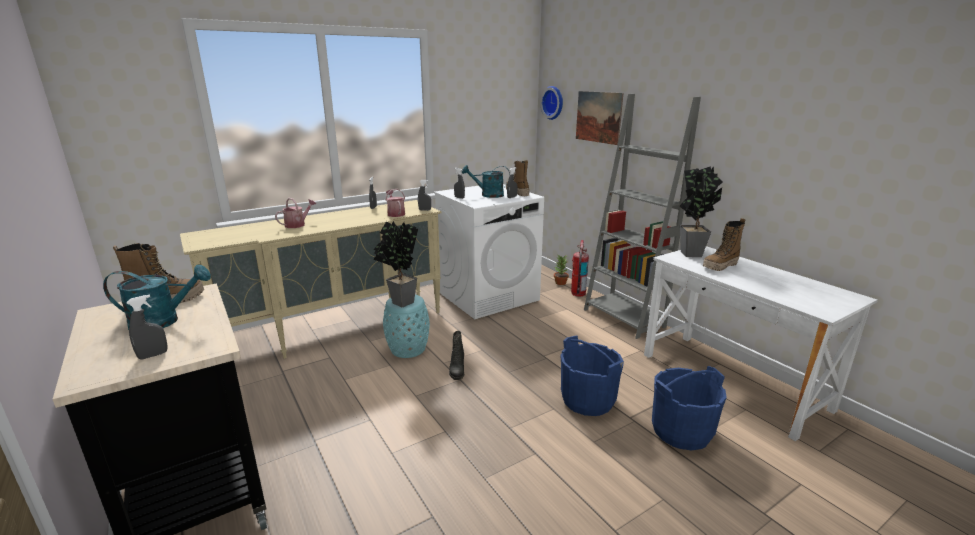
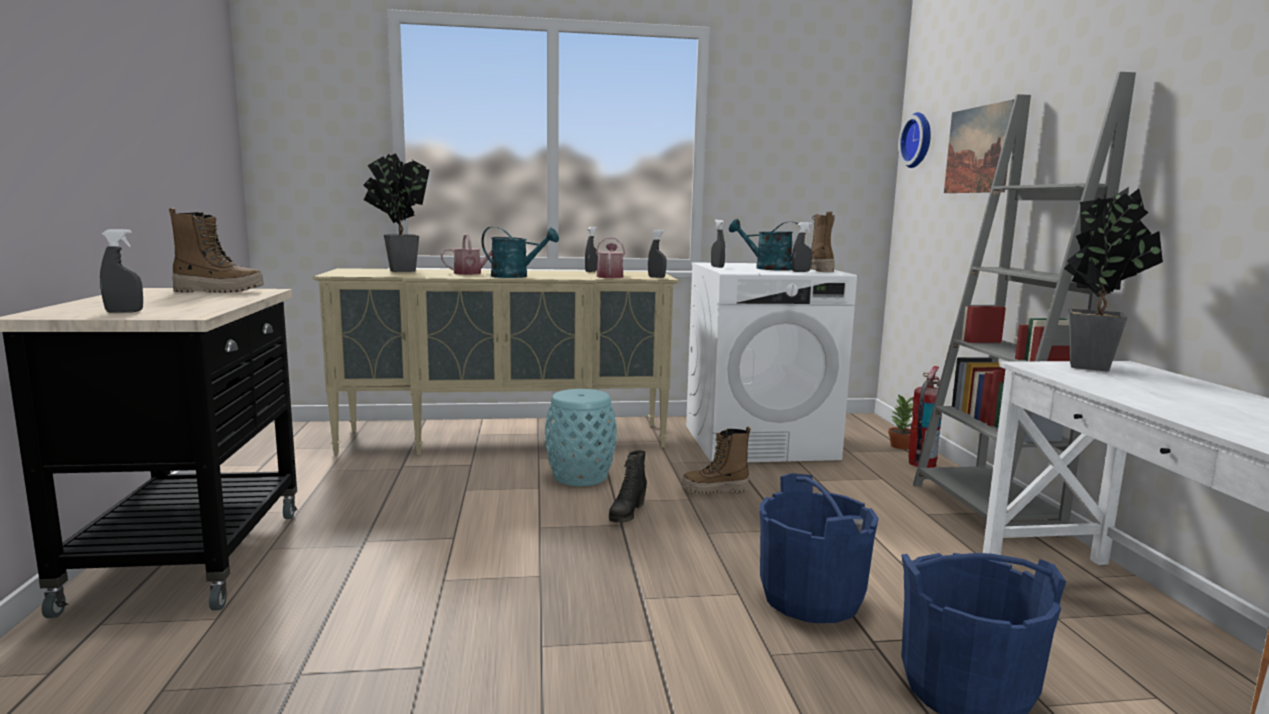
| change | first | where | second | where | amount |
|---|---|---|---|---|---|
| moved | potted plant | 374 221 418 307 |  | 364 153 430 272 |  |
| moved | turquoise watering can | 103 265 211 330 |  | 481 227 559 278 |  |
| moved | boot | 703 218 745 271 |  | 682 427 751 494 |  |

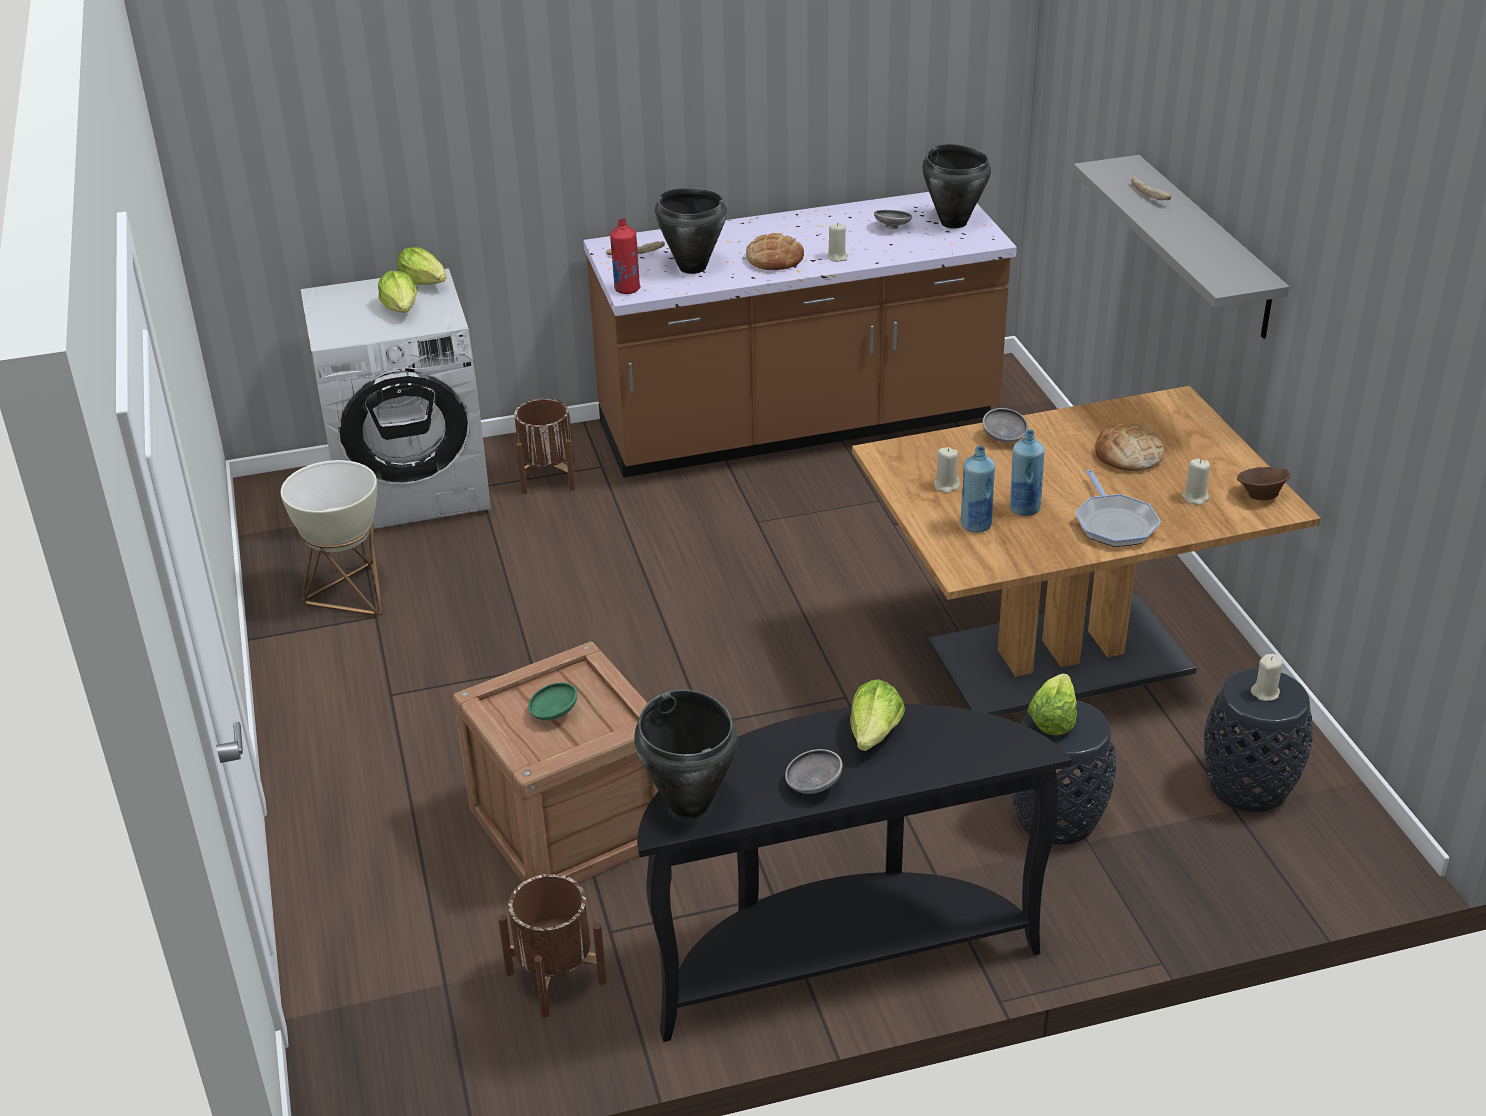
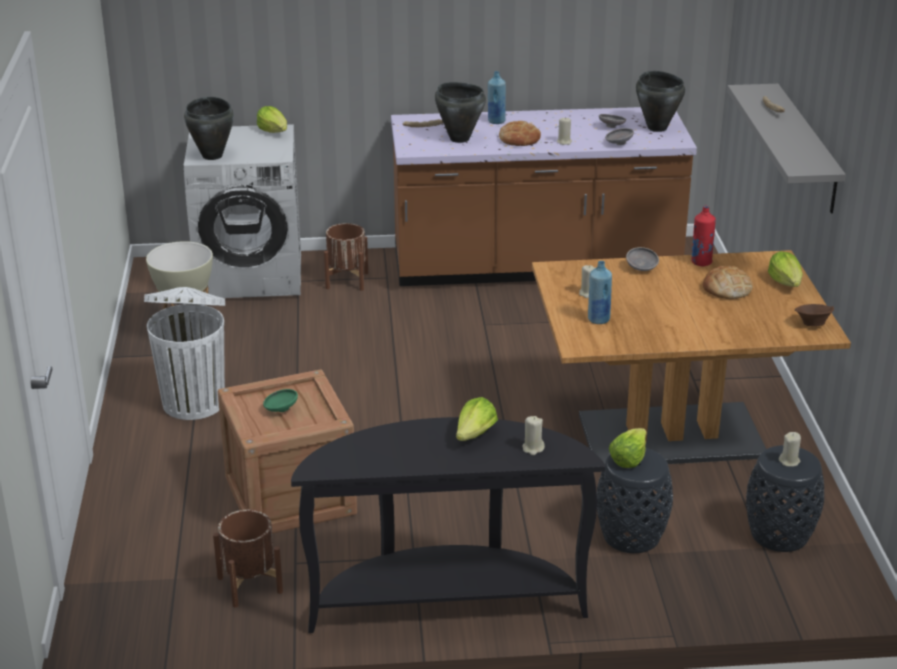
| change | first | where | second | where | amount |
|---|---|---|---|---|---|
| added |  |  | white trash can | 144 287 225 420 |  |
| moved | black cooking pot | 634 690 738 818 |  | 184 97 234 160 |  |
| moved | blue bottle | 1010 430 1044 516 |  | 488 71 506 124 |  |
| moved | beige candle | 1182 459 1210 505 |  | 522 416 545 455 |  |
| moved | grey bowl | 785 749 843 794 |  | 605 128 634 145 |  |
| moved | red bottle | 610 217 641 294 |  | 691 206 716 266 |  |
| moved | lettuce | 378 271 417 313 |  | 768 251 803 287 |  |
| removed | frying pan | 1075 469 1161 547 |  |  |  |

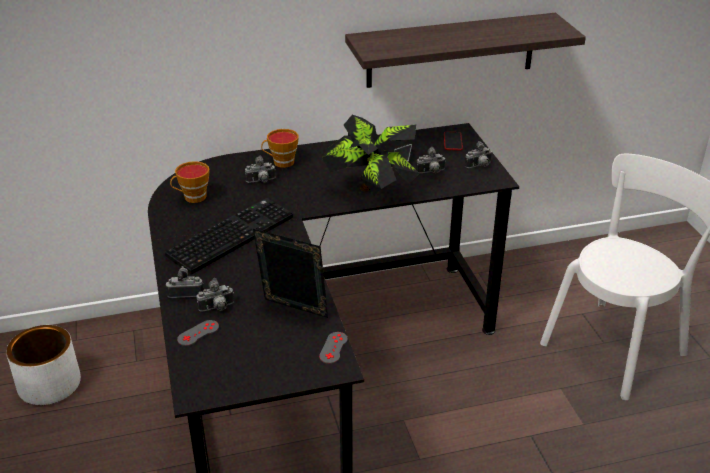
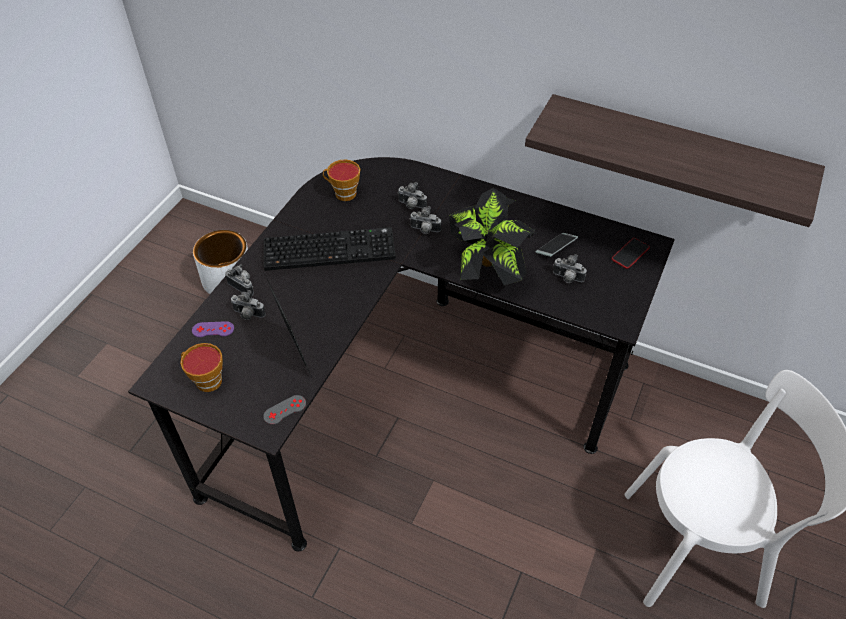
| change | first | where | second | where | amount |
|---|---|---|---|---|---|
| moved | cup | 261 129 299 168 |  | 180 343 223 392 |  |
| recoloured | grey game controller | 177 320 219 346 | purple game controller | 192 321 234 337 |  |
| moved | photo camera | 465 141 492 168 |  | 410 206 441 234 |  |

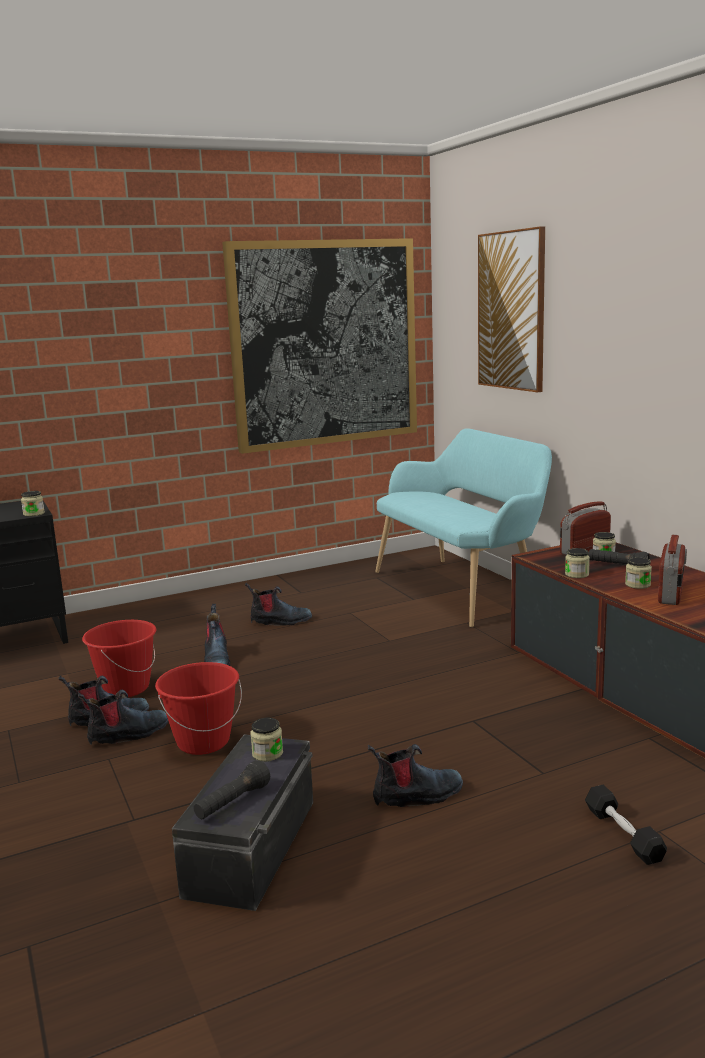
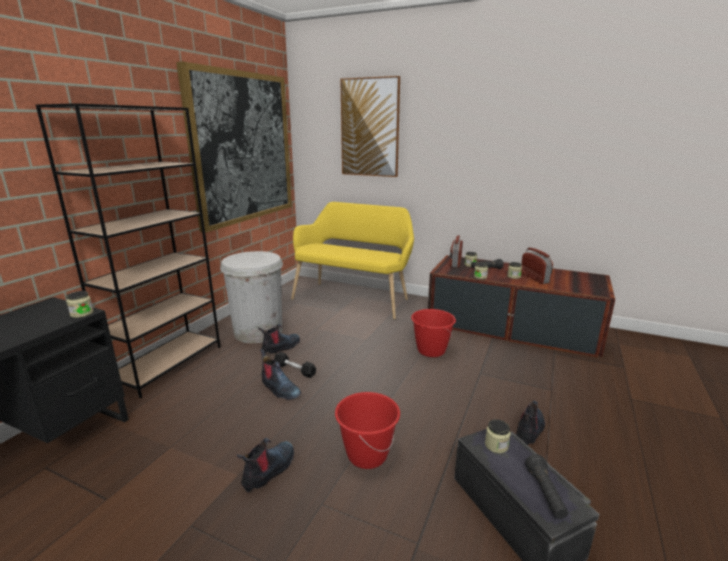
| change | first | where | second | where | amount |
|---|---|---|---|---|---|
| added |  |  | beige bookcase | 36 103 220 399 |  |
| added |  |  | white trash can | 220 251 283 343 |  |
| moved | black dumbbell | 585 785 667 865 |  | 274 352 316 378 |  |
| recoloured | turquoise bench | 375 428 552 628 | yellow bench | 291 202 414 320 |  |
| moved | red bucket | 82 620 157 697 |  | 411 309 456 357 |  |
| removed | boot | 78 690 168 745 |  |  |  |

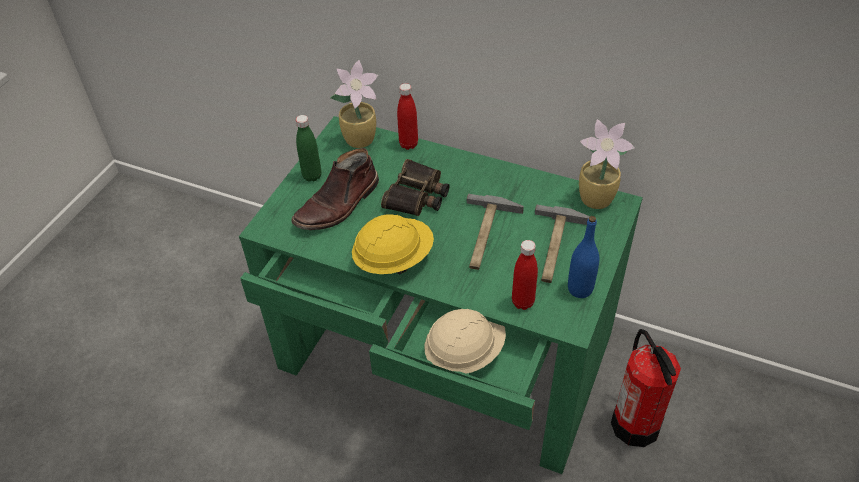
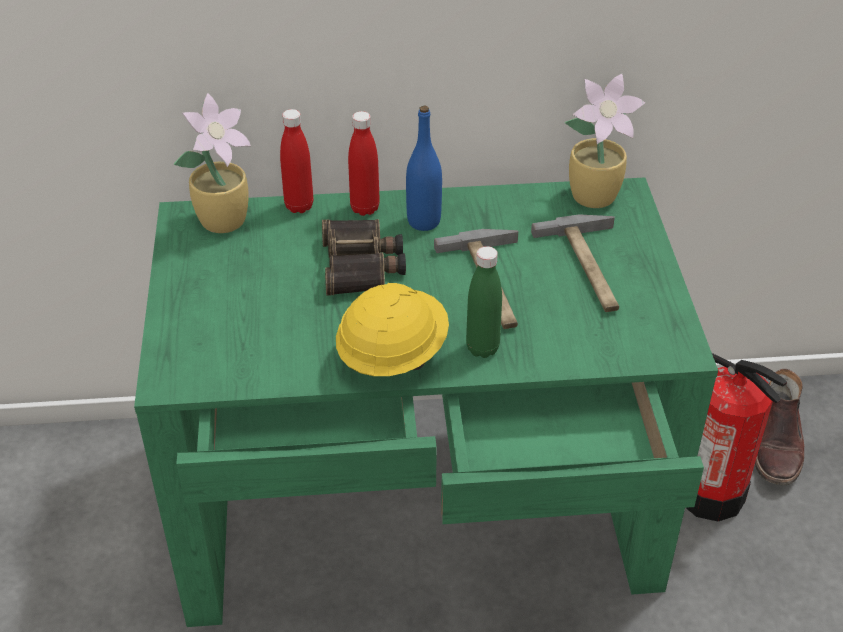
| change | first | where | second | where | amount |
|---|---|---|---|---|---|
| moved | red bottle | 512 240 538 310 |  | 348 111 380 216 |  |
| moved | blue bottle | 568 216 599 298 |  | 406 105 442 231 |  |
| moved | green bottle | 296 115 322 182 |  | 466 246 502 358 |  |
| moved | brown boot | 291 148 379 230 |  | 755 369 804 485 |  |
| removed | beige hard hat | 425 309 506 374 |  |  |  |

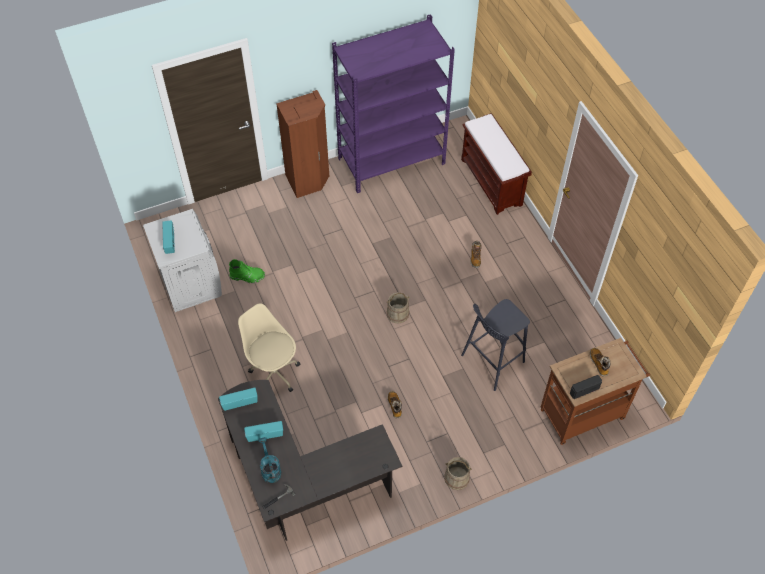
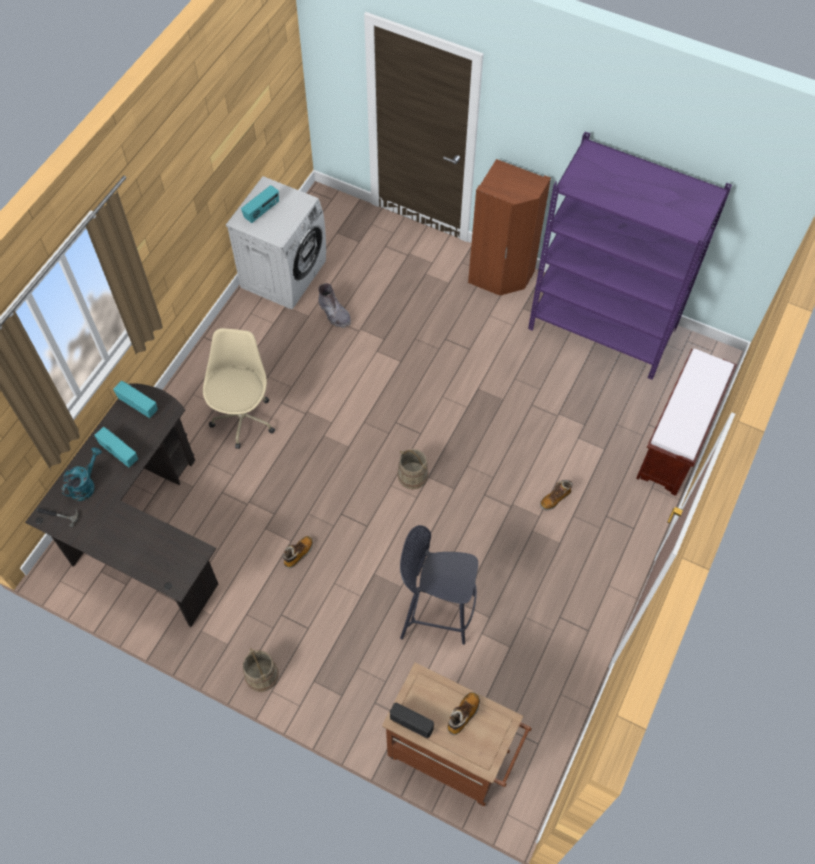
| change | first | where | second | where | amount |
|---|---|---|---|---|---|
| recoloured | green boot | 229 259 265 284 | grey boot | 318 283 351 328 |  |

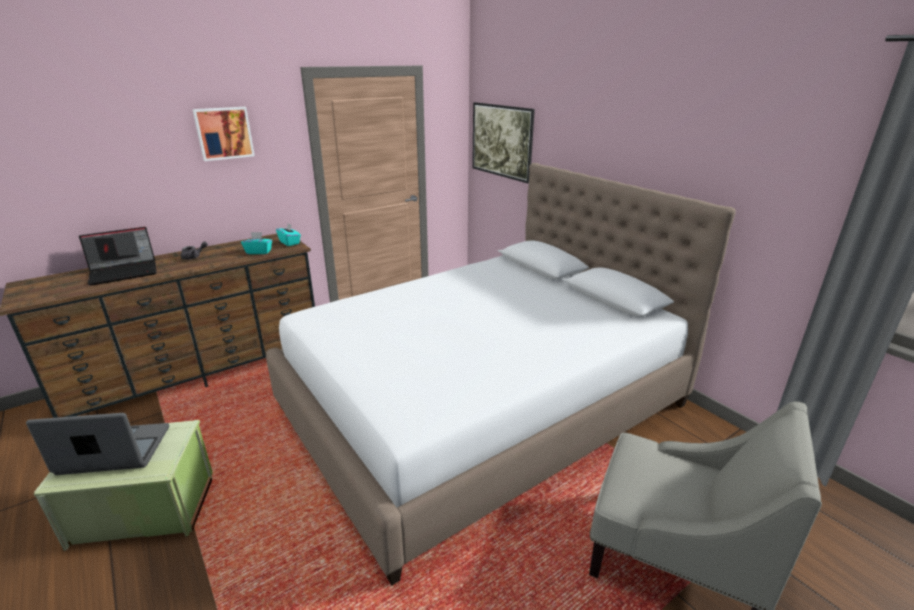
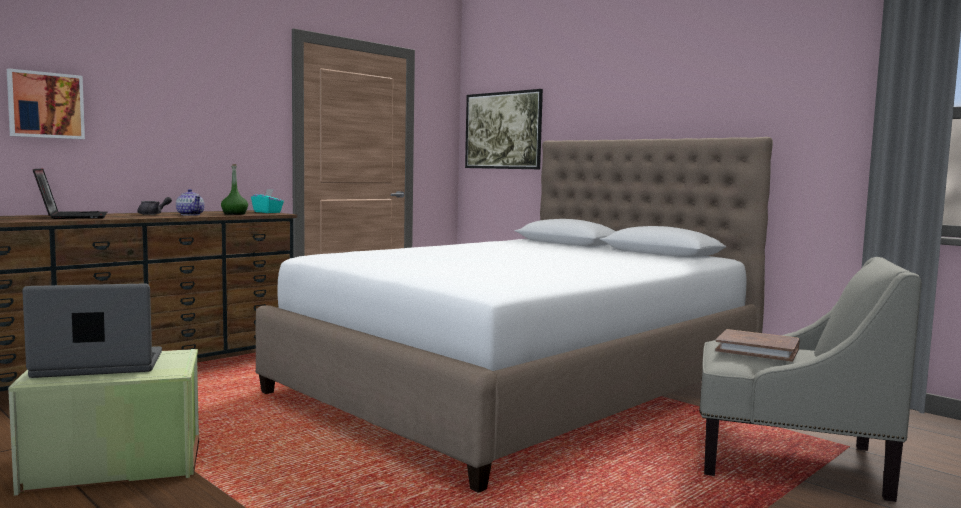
| change | first | where | second | where | amount |
|---|---|---|---|---|---|
| moved | picture | 192 107 255 161 |  | 7 68 85 139 |  |
| turned | laptop | 79 227 157 286 |  | 33 168 107 219 | 75 degrees counterclockwise |
| added |  |  | teapot | 176 189 205 216 |  |
| replaced | turquoise tissue box | 241 232 272 254 | green bottle | 221 164 248 215 |  |
| added |  |  | brown book | 715 329 800 362 |  |

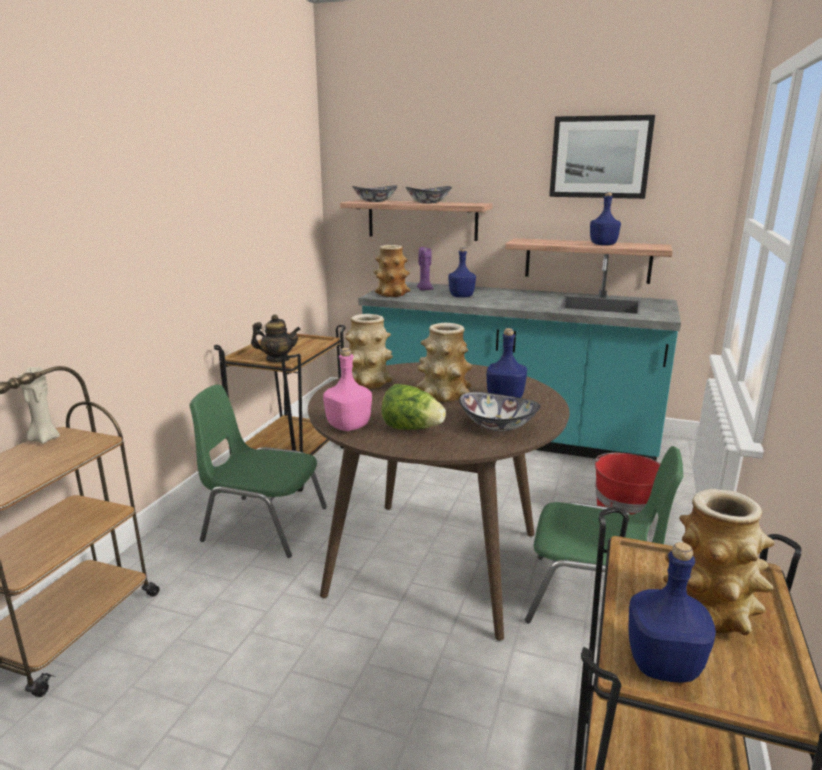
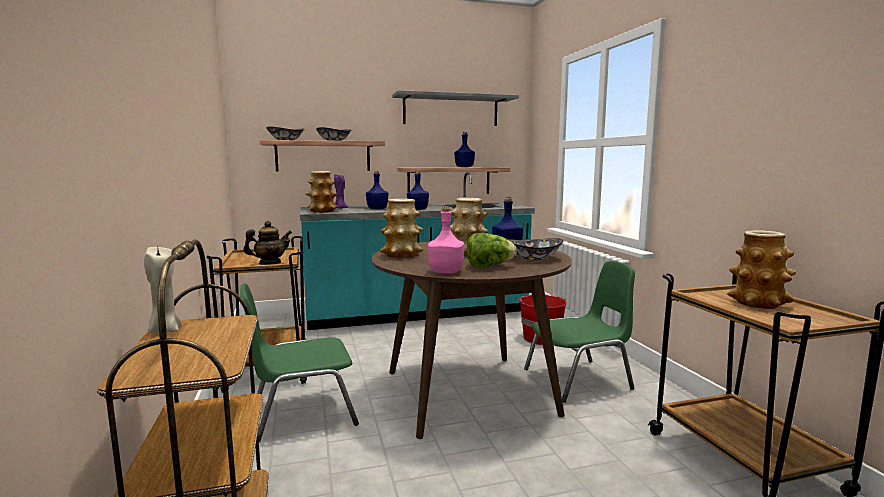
| change | first | where | second | where | amount |
|---|---|---|---|---|---|
| replaced | picture | 549 115 655 199 | grey shelf | 392 90 519 126 |  |
| moved | blue bottle | 629 542 716 682 |  | 407 171 429 210 |  |

